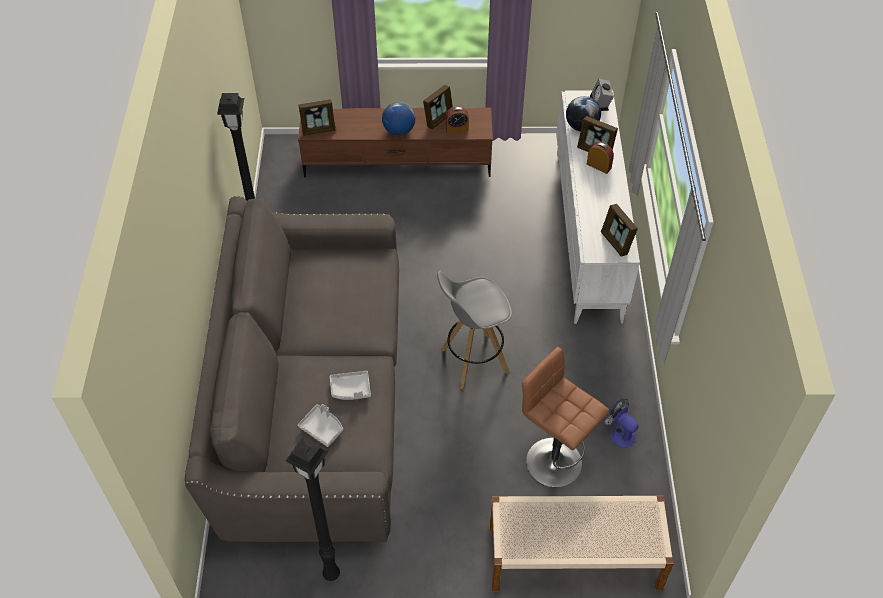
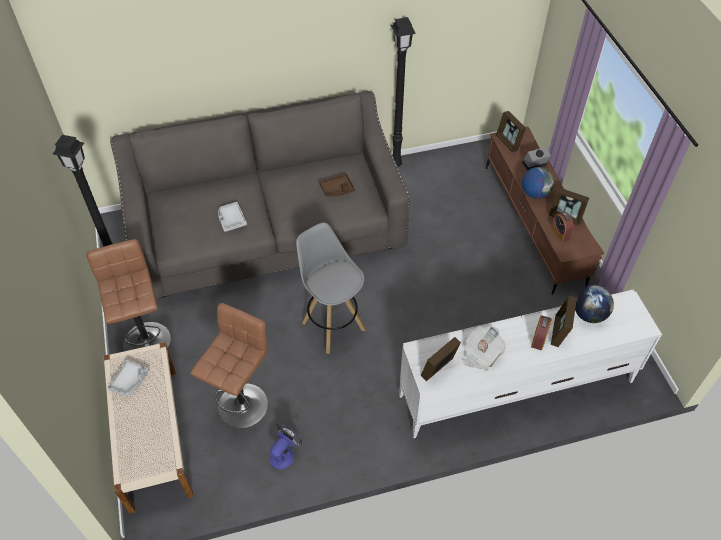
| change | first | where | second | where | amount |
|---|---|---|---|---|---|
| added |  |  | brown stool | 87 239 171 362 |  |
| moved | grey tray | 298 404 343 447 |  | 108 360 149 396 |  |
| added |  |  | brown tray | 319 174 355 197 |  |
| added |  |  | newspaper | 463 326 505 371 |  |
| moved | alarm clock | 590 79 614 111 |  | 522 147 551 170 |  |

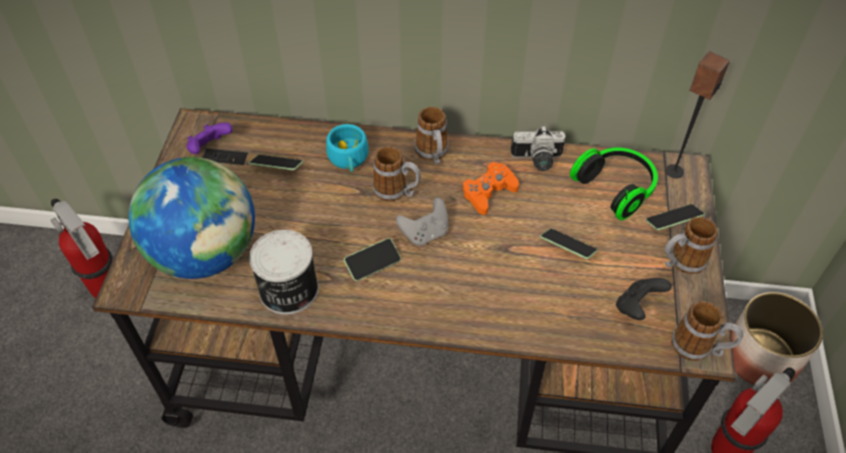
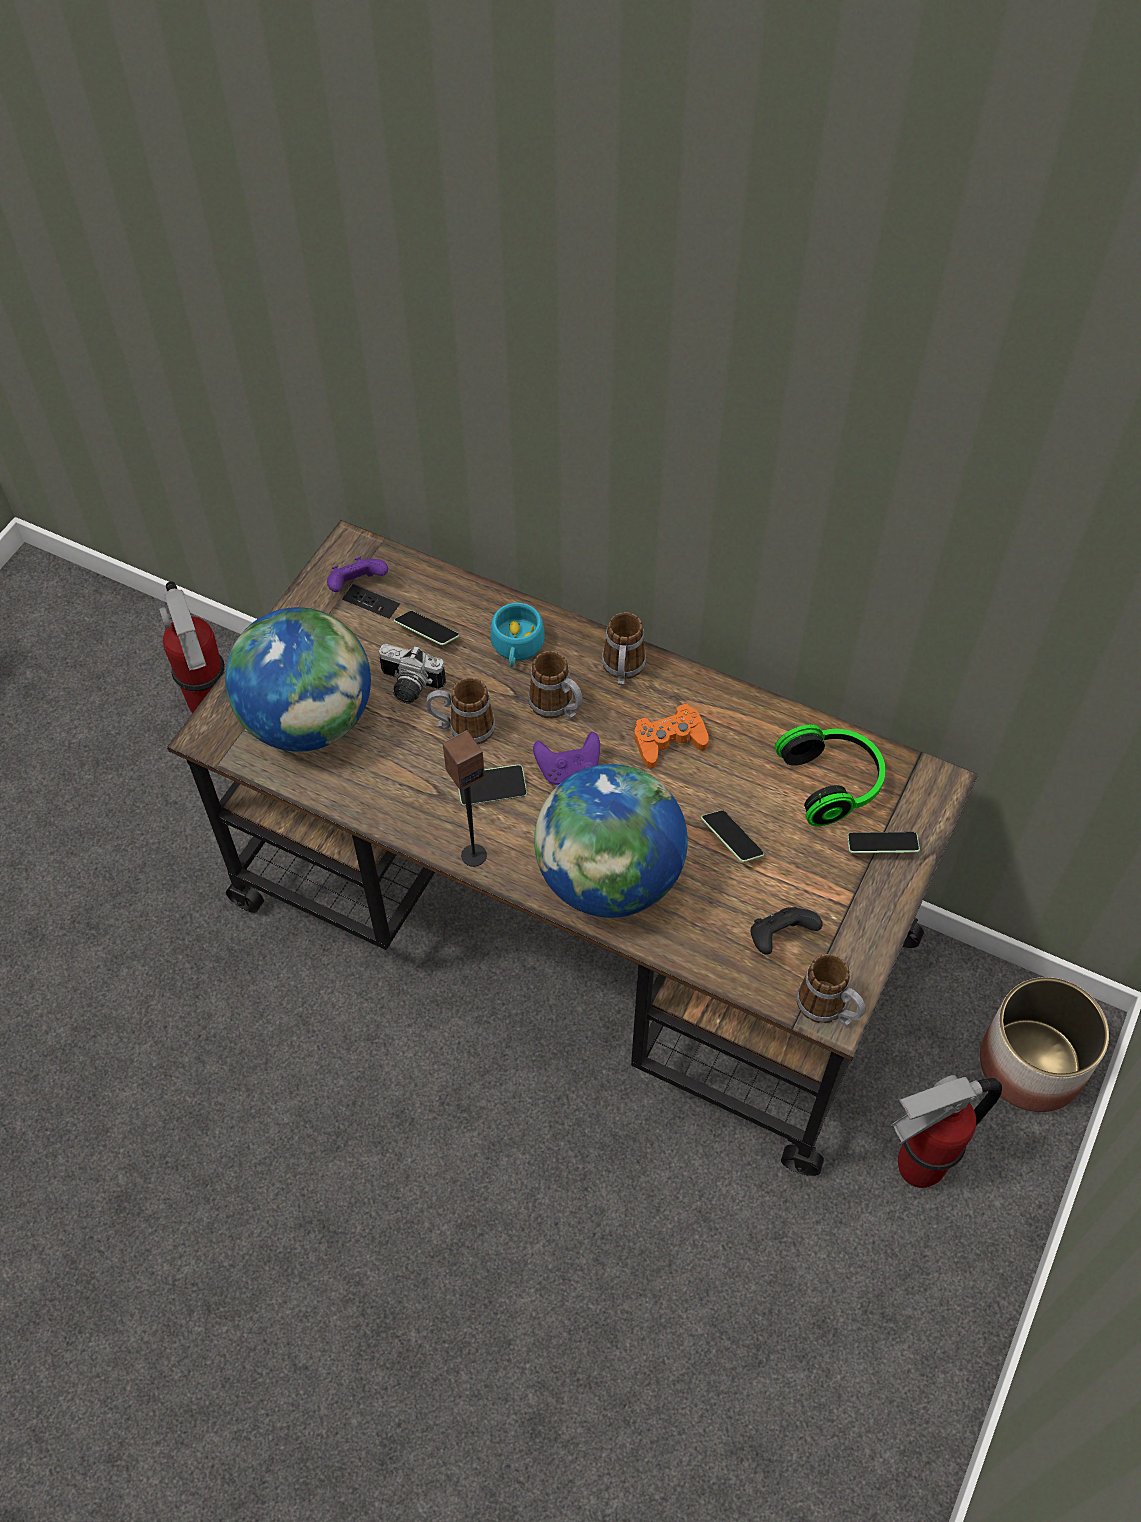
| change | first | where | second | where | amount |
|---|---|---|---|---|---|
| moved | photo camera | 511 126 565 171 |  | 379 644 446 703 |  |
| moved | mug | 665 217 718 274 |  | 427 678 495 744 |  |
| moved | speaker | 665 51 730 178 |  | 443 730 487 867 |  |
| recoloured | grey game controller | 396 198 448 246 | purple game controller | 533 732 600 785 |  |
| added |  |  | globe | 534 764 688 918 |  |
| removed | can | 249 230 319 315 |  |  |  |

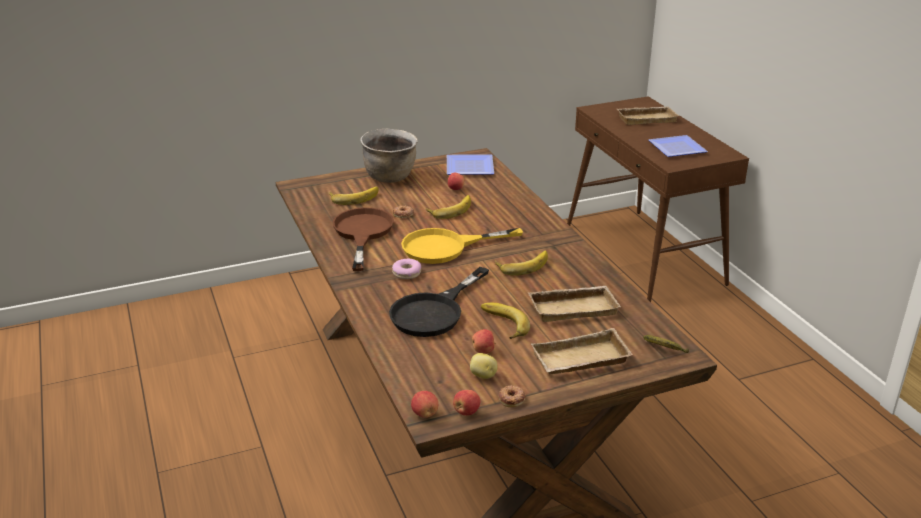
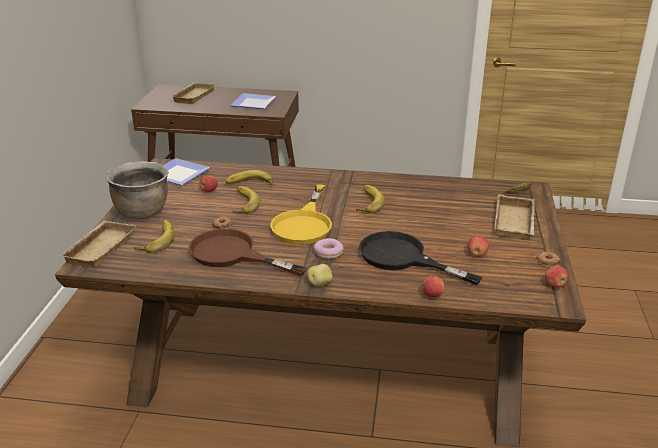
| change | first | where | second | where | amount |
|---|---|---|---|---|---|
| moved | beige tray | 528 286 621 322 |  | 59 221 137 268 |  |
| moved | banana | 481 303 530 339 |  | 226 170 273 185 |  |
| moved | potato | 470 353 498 379 |  | 307 264 333 286 |  |
| turned | black frying pan | 389 267 489 337 |  | 359 231 482 285 | 150 degrees clockwise |
| moved | apple | 411 391 438 418 |  | 423 275 444 297 |  |

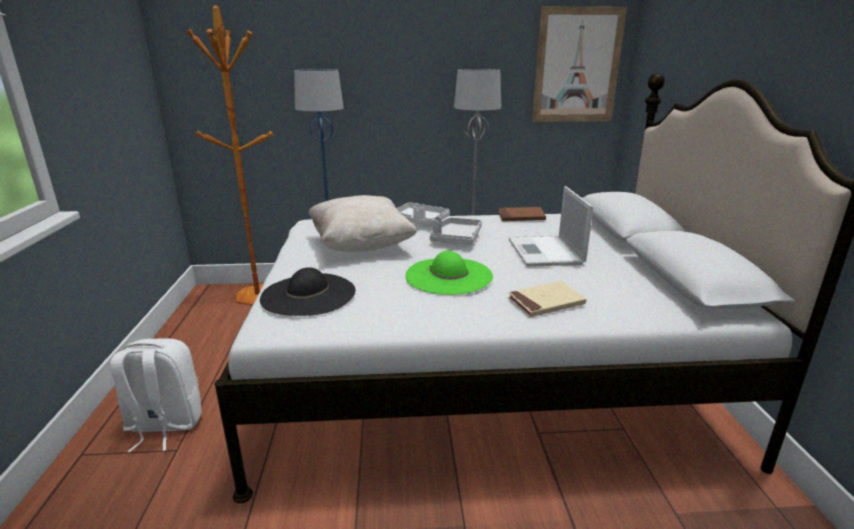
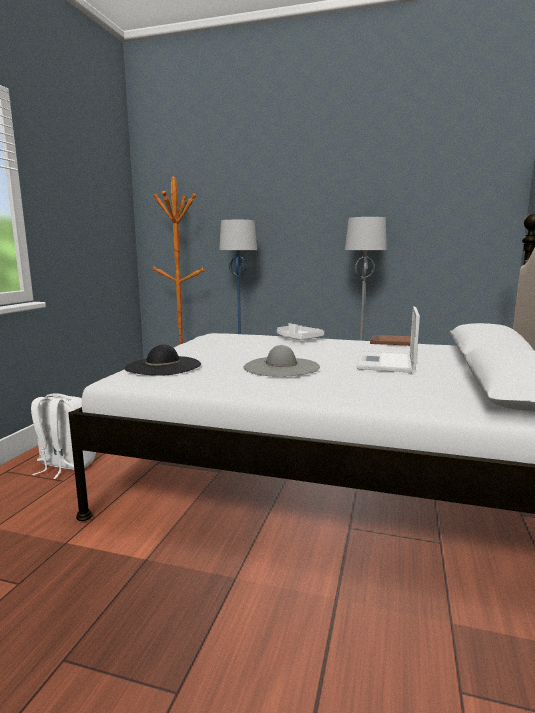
| change | first | where | second | where | amount |
|---|---|---|---|---|---|
| recoloured | green hat | 405 251 493 295 | grey hat | 243 345 320 377 |  |
| removed | beige pillow | 308 195 417 252 |  |  |  |
| removed | grey tray | 430 216 482 244 |  |  |  |
| removed | beige book | 508 281 586 317 |  |  |  |
| removed | picture | 532 6 627 122 |  |  |  |

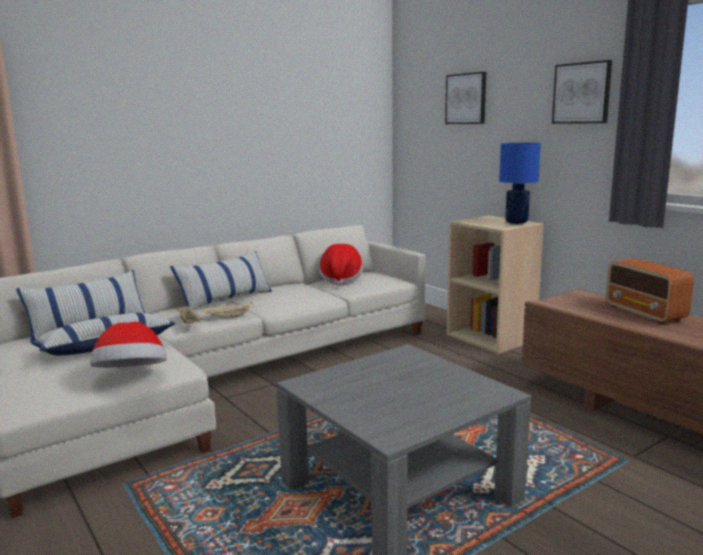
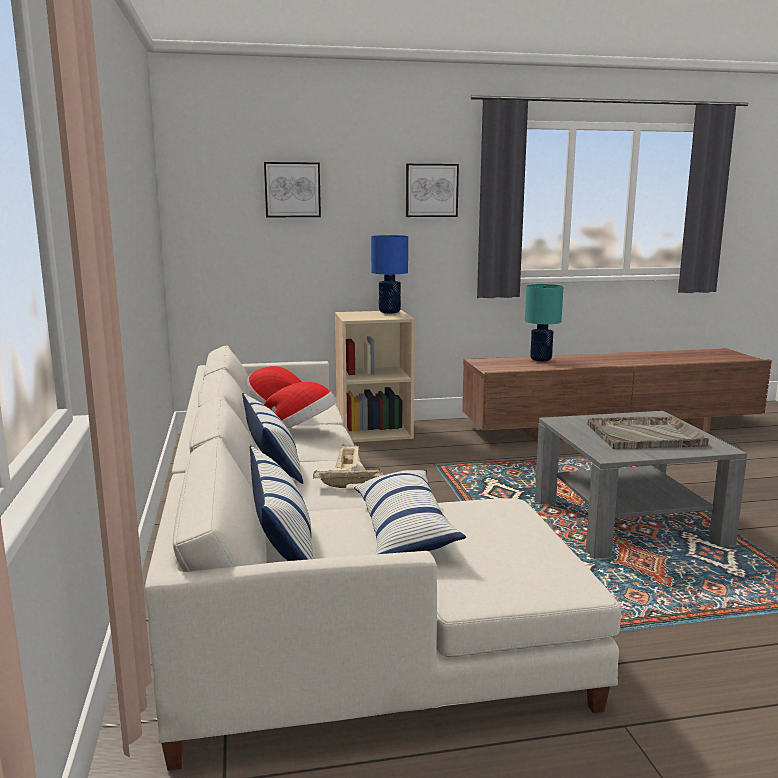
| change | first | where | second | where | amount |
|---|---|---|---|---|---|
| moved | hat | 90 322 167 368 |  | 264 382 337 428 |  |
| replaced | radio | 606 259 694 324 | turquoise table lamp | 525 284 564 362 |  |
| added |  |  | grey tray | 588 416 709 449 |  |

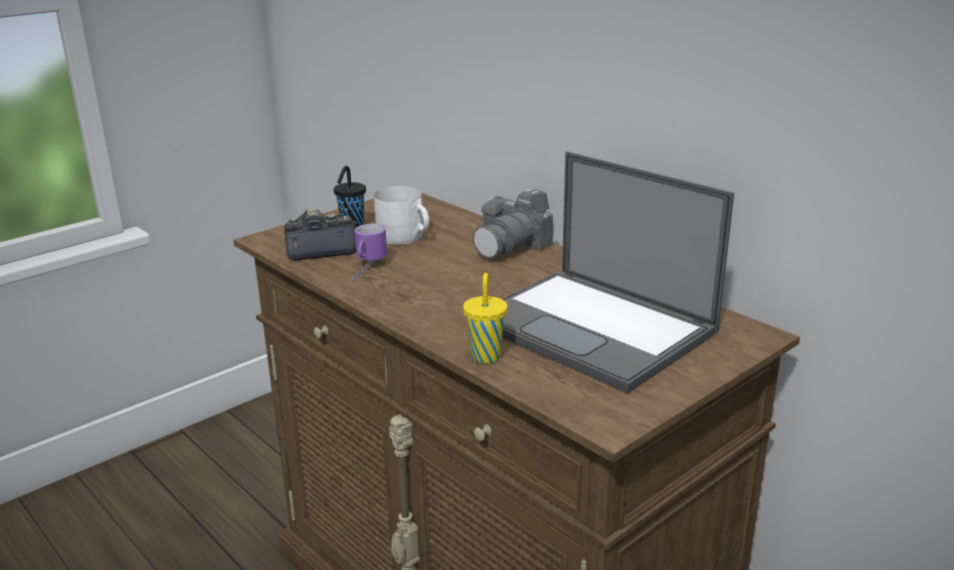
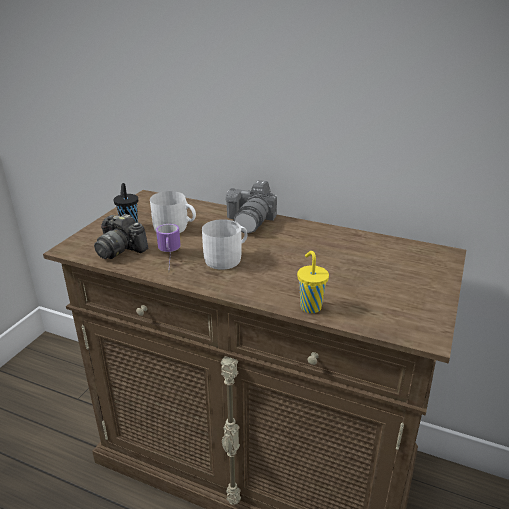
| change | first | where | second | where | amount |
|---|---|---|---|---|---|
| turned | photo camera | 284 209 357 260 |  | 94 214 148 259 | 105 degrees counterclockwise |
| added |  |  | white mug | 202 219 247 270 |  |
| removed | laptop | 502 151 734 393 |  |  |  |

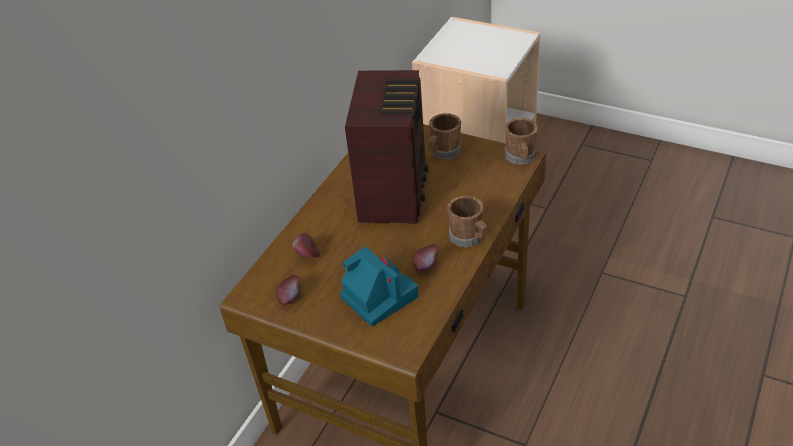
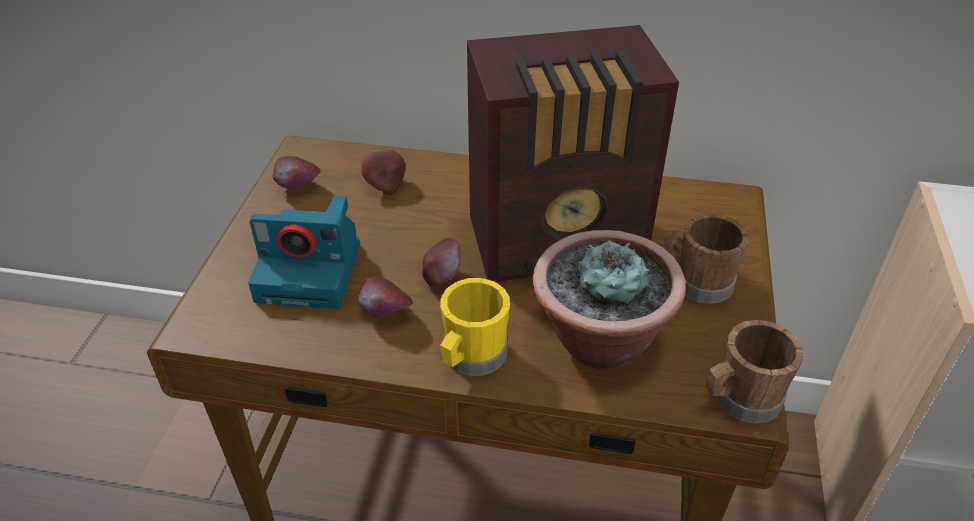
| change | first | where | second | where | amount |
|---|---|---|---|---|---|
| turned | photo camera | 340 247 418 327 |  | 248 196 360 309 | 60 degrees clockwise |
| added |  |  | apple | 422 238 461 287 |  |
| recoloured | brown mug | 447 195 487 247 | yellow mug | 440 278 510 376 |  |
| added |  |  | potted plant | 533 230 686 370 |  |

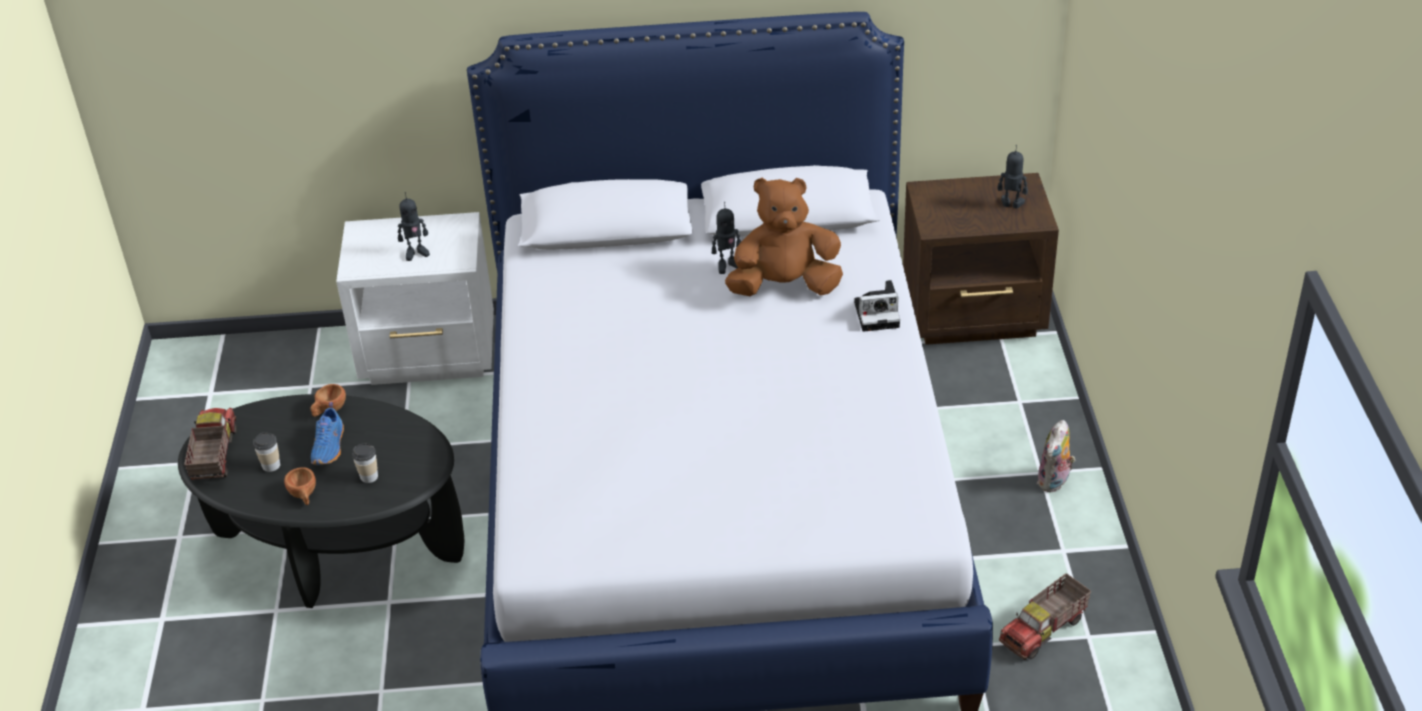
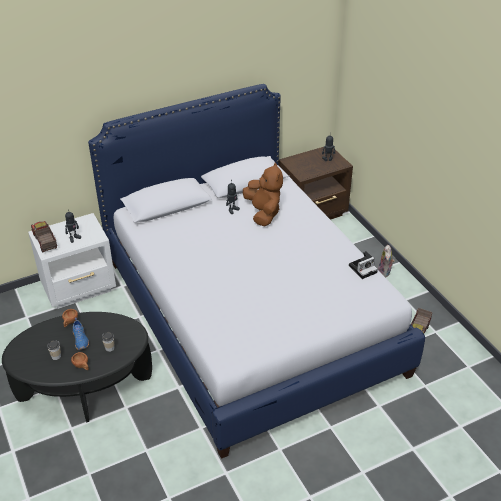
| change | first | where | second | where | amount |
|---|---|---|---|---|---|
| moved | toy truck | 184 408 237 480 |  | 31 221 57 253 |  |
| turned | brown plush toy | 725 178 843 296 |  | 243 163 283 226 | 105 degrees clockwise |
| moved | photo camera | 854 280 900 332 |  | 349 251 378 279 |  |

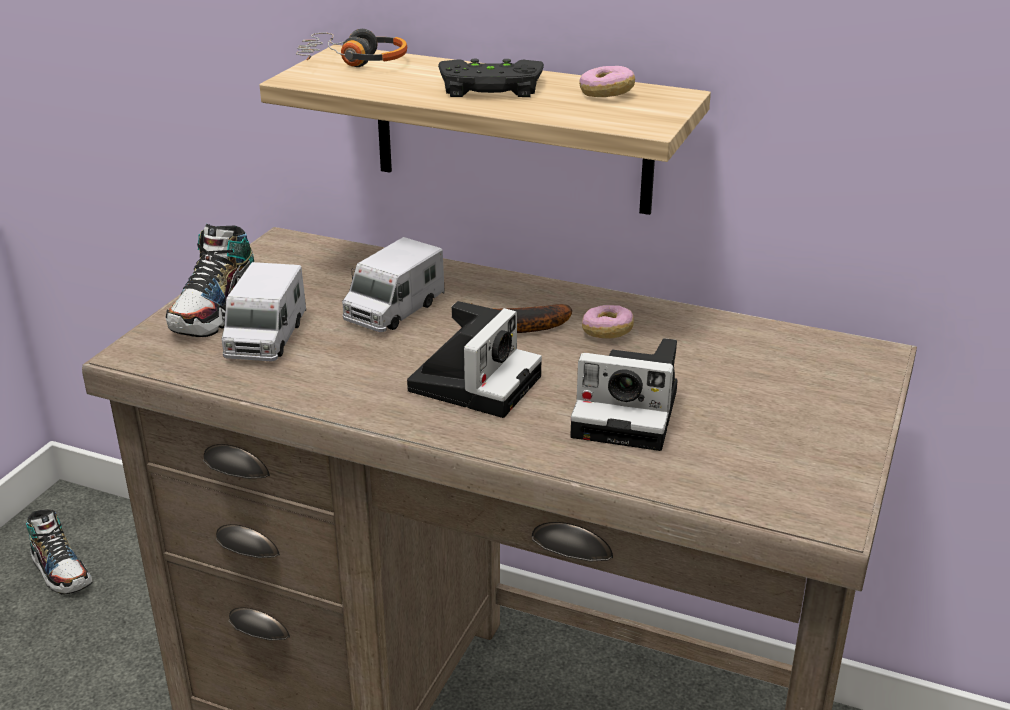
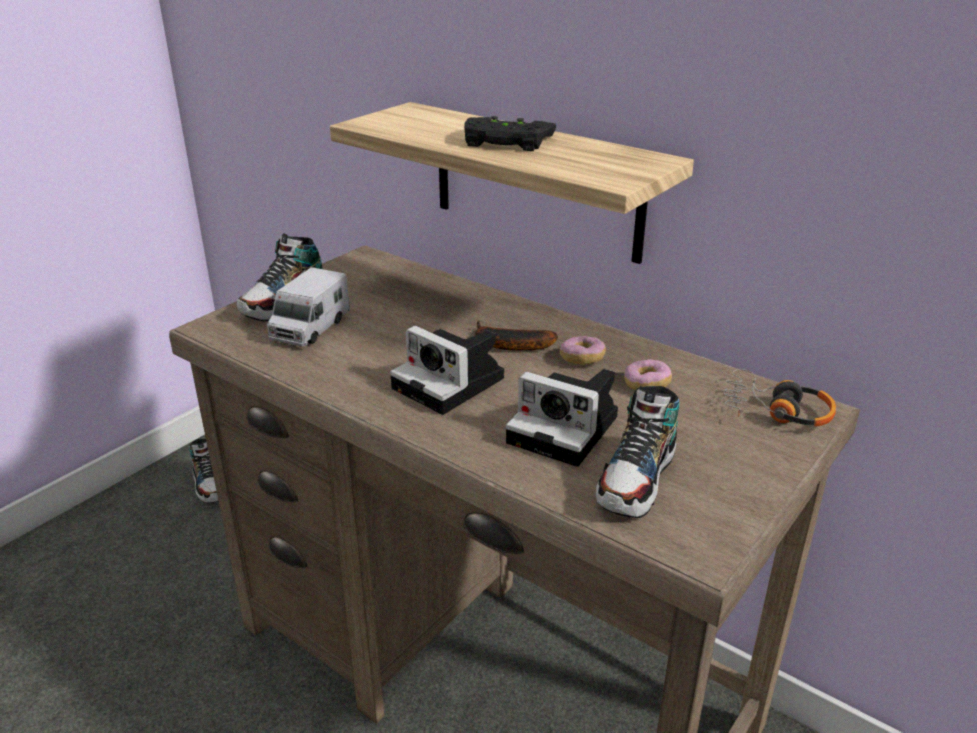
| change | first | where | second | where | amount |
|---|---|---|---|---|---|
| turned | photo camera | 407 301 542 418 |  | 390 326 504 415 | 90 degrees clockwise |
| added |  |  | shoe | 596 386 679 518 |  |
| moved | donut | 579 66 635 97 |  | 624 359 672 390 |  |
| moved | headphones | 296 29 407 67 |  | 724 369 836 427 |  |
| removed | toy truck | 342 237 445 332 |  |  |  |

